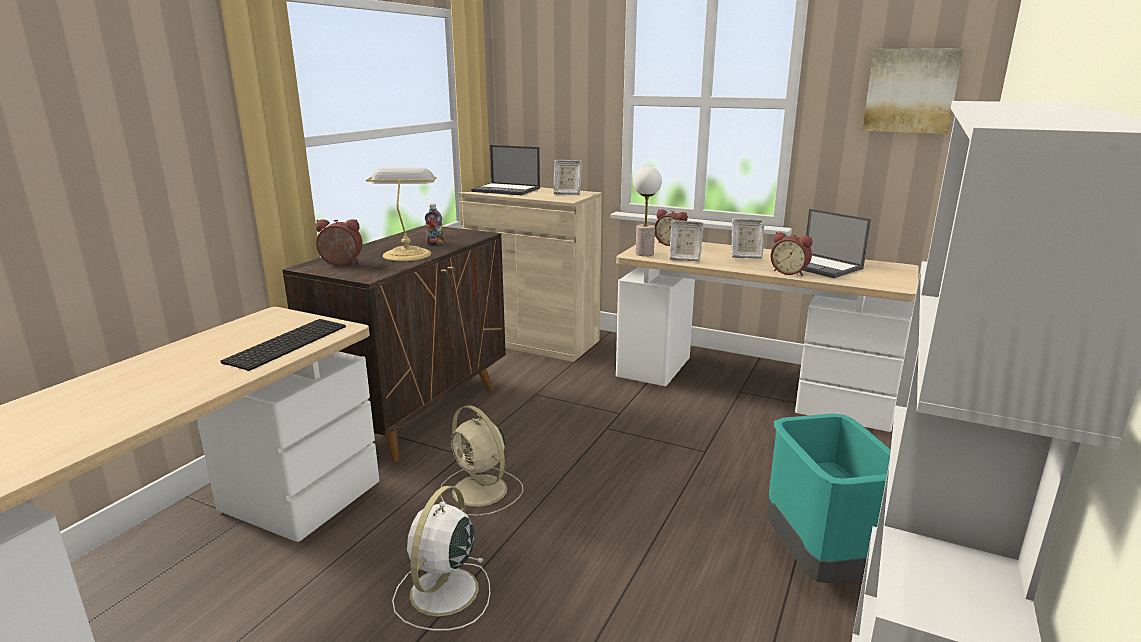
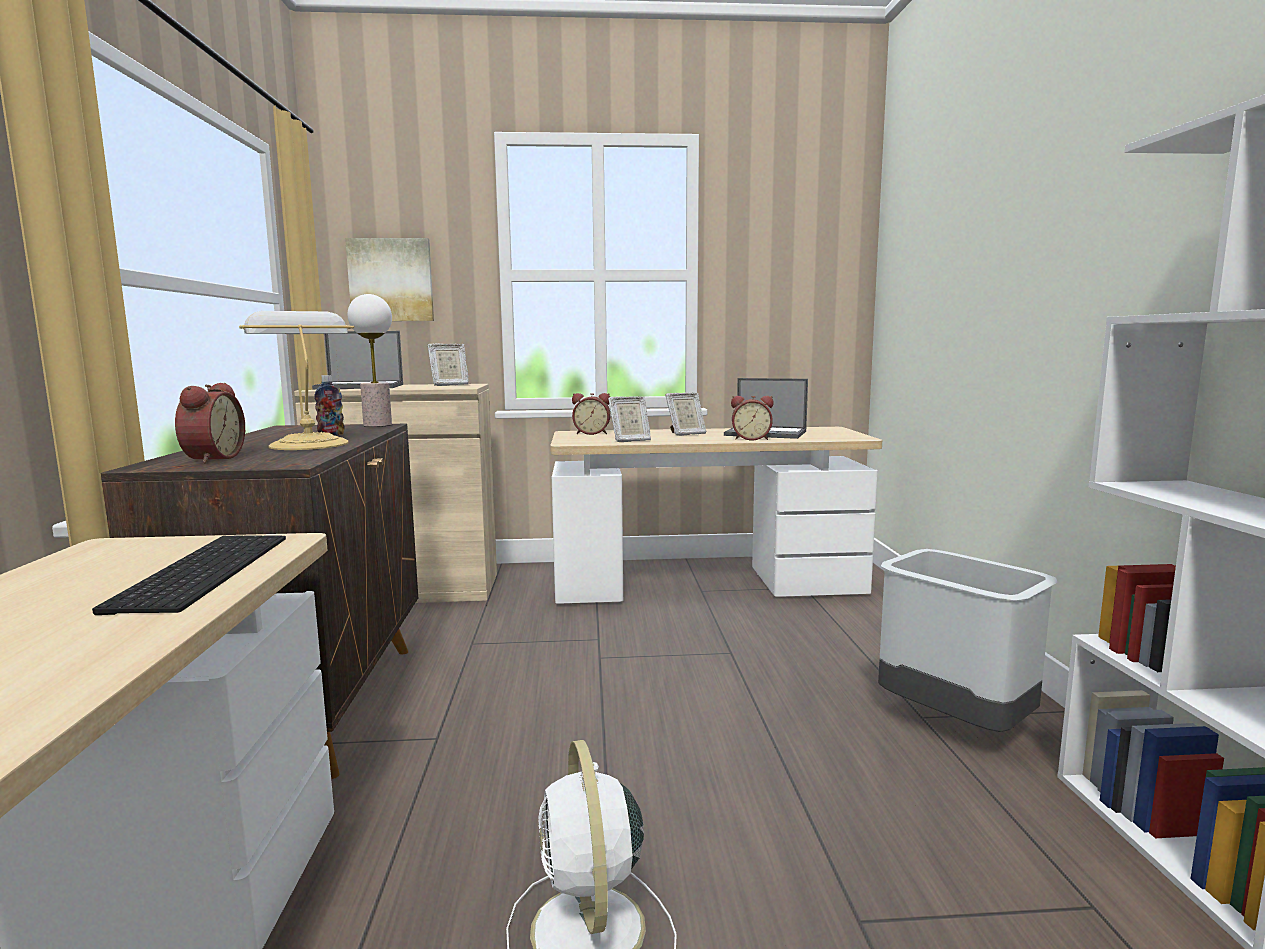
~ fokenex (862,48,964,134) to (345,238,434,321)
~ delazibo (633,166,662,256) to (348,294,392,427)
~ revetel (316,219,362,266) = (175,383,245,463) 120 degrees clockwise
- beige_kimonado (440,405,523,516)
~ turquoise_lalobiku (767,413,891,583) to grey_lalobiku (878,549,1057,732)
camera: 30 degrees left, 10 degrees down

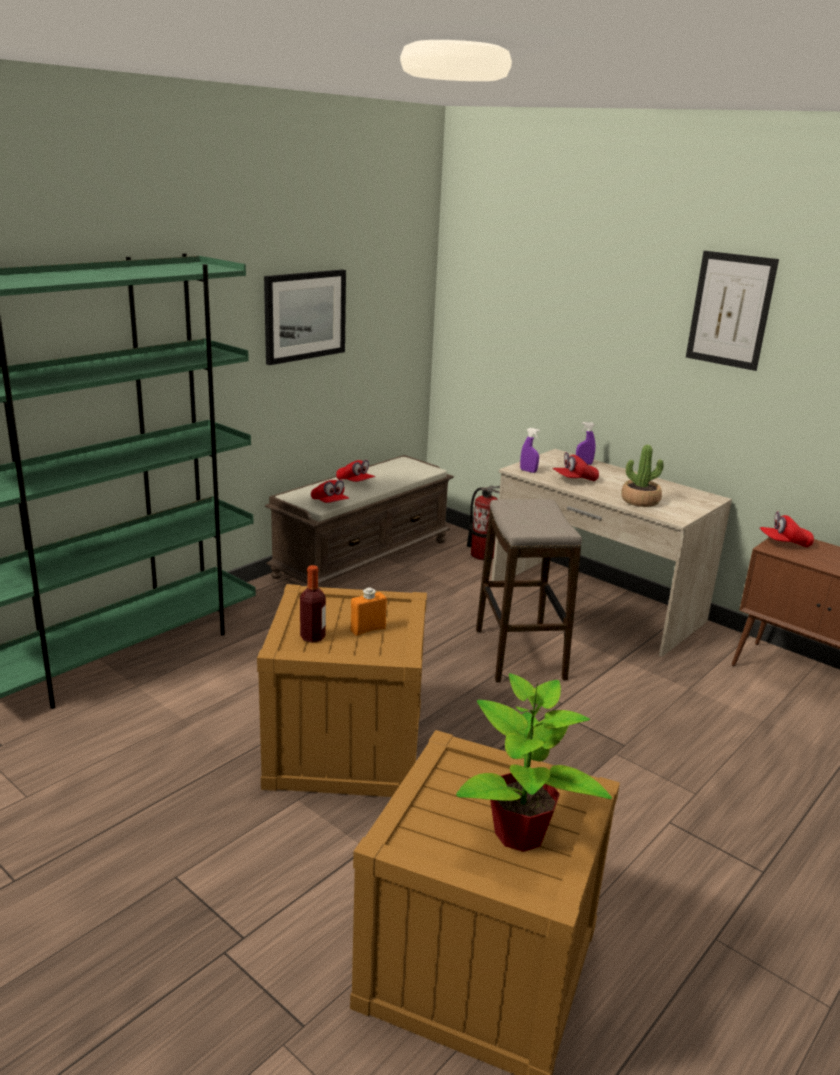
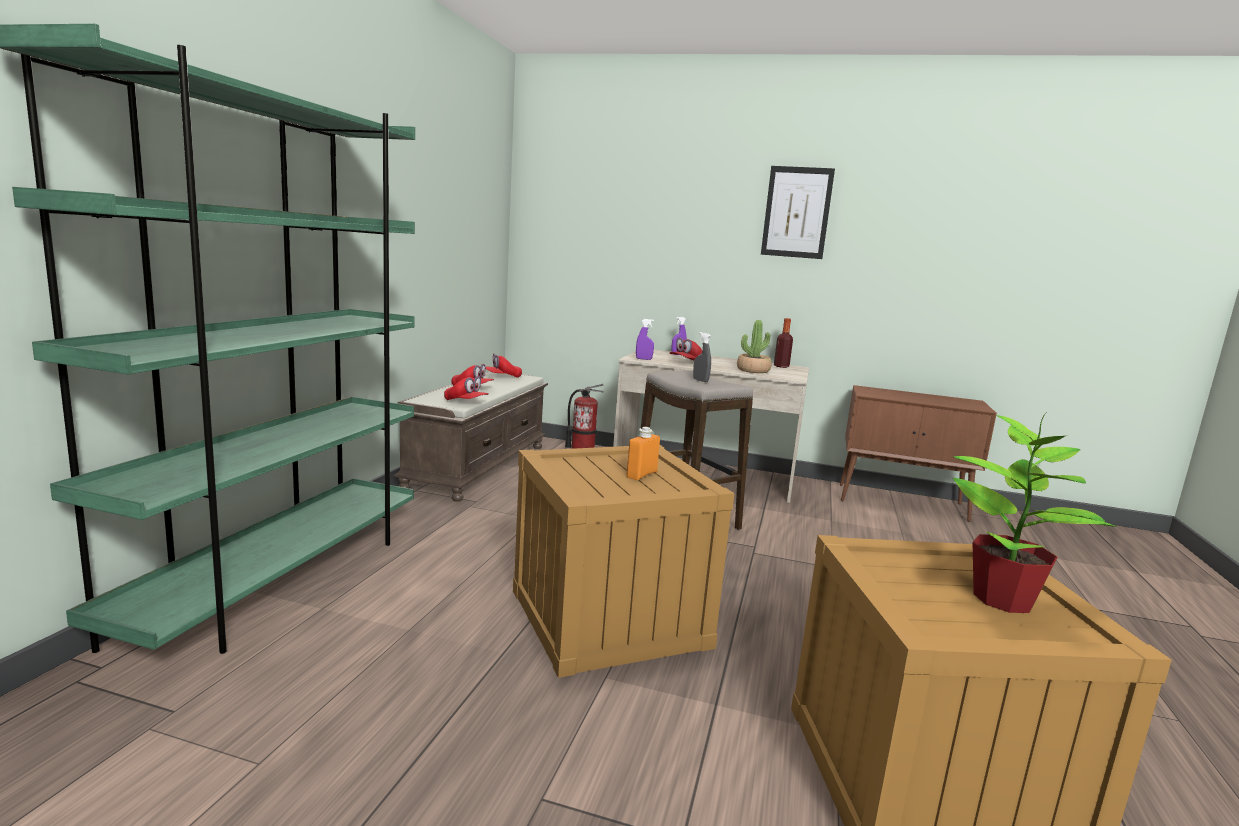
- fokenex (264,270,346,365)
~ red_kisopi (760,512,814,547) to (485,354,522,378)
~ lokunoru (300,565,326,643) to (774,318,793,368)
+ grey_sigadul (693,332,711,382)
camera: 25 degrees left, 10 degrees down

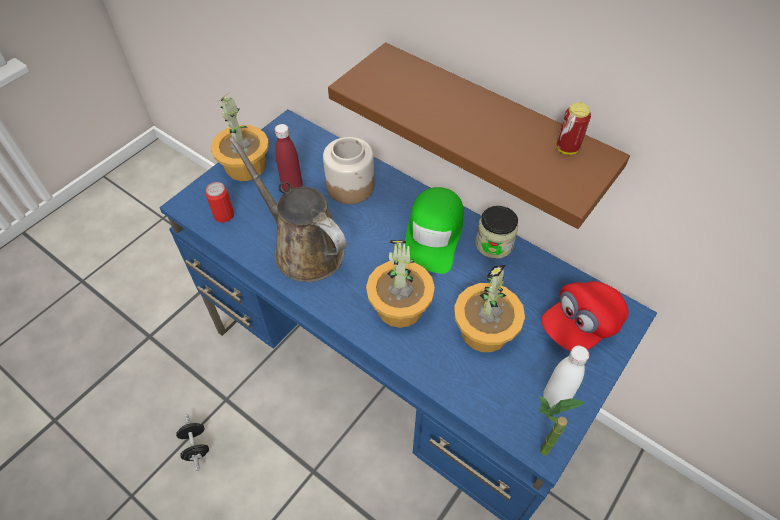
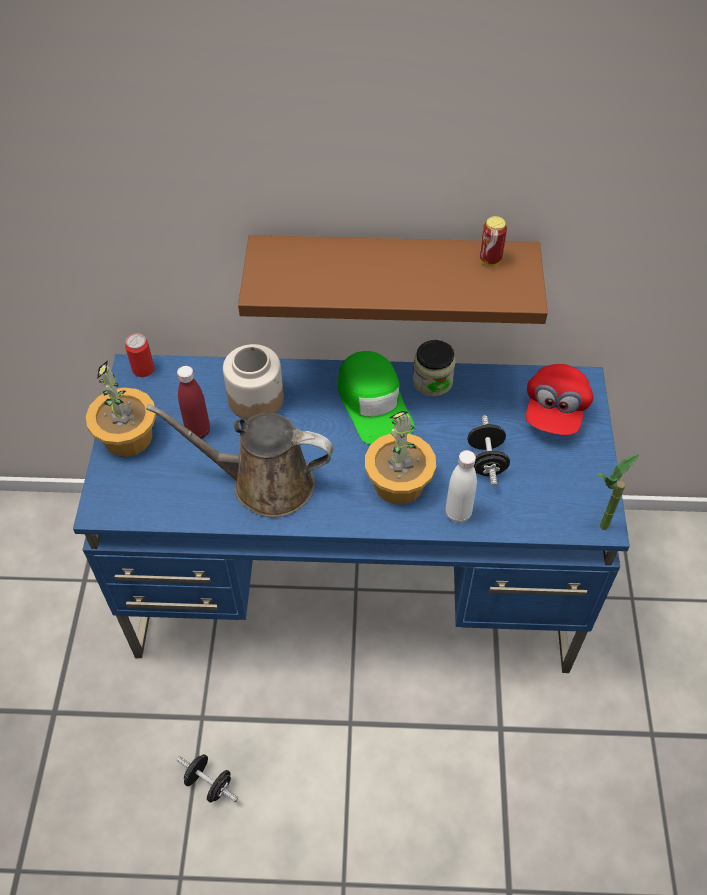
~ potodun (206,182,234,223) to (125,333,155,377)
~ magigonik (454,265,525,352) to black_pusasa (468,416,510,486)
~ white_lokunoru (543,346,589,408) to (446,450,477,523)
camera: 35 degrees left, 0 degrees up

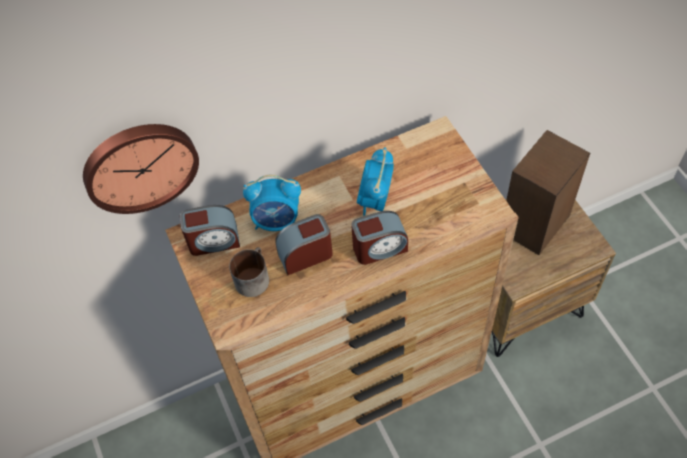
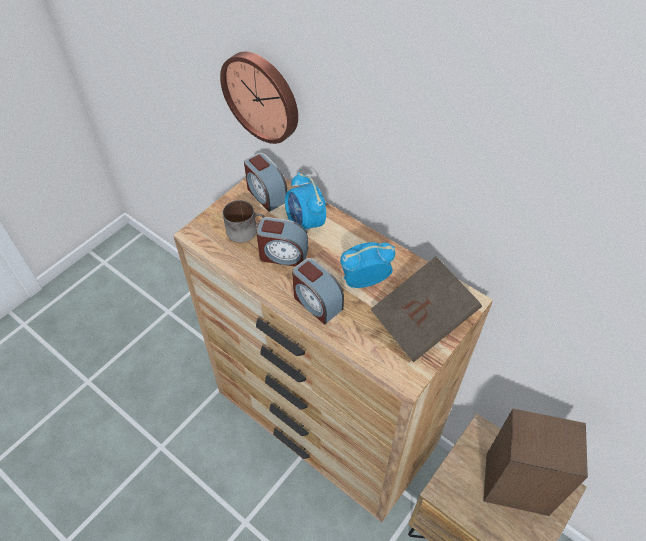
~ revetel (275,214,333,275) = (256,217,308,266) 150 degrees clockwise
+ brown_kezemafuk (370,256,482,362)
camera: 60 degrees right, 5 degrees down

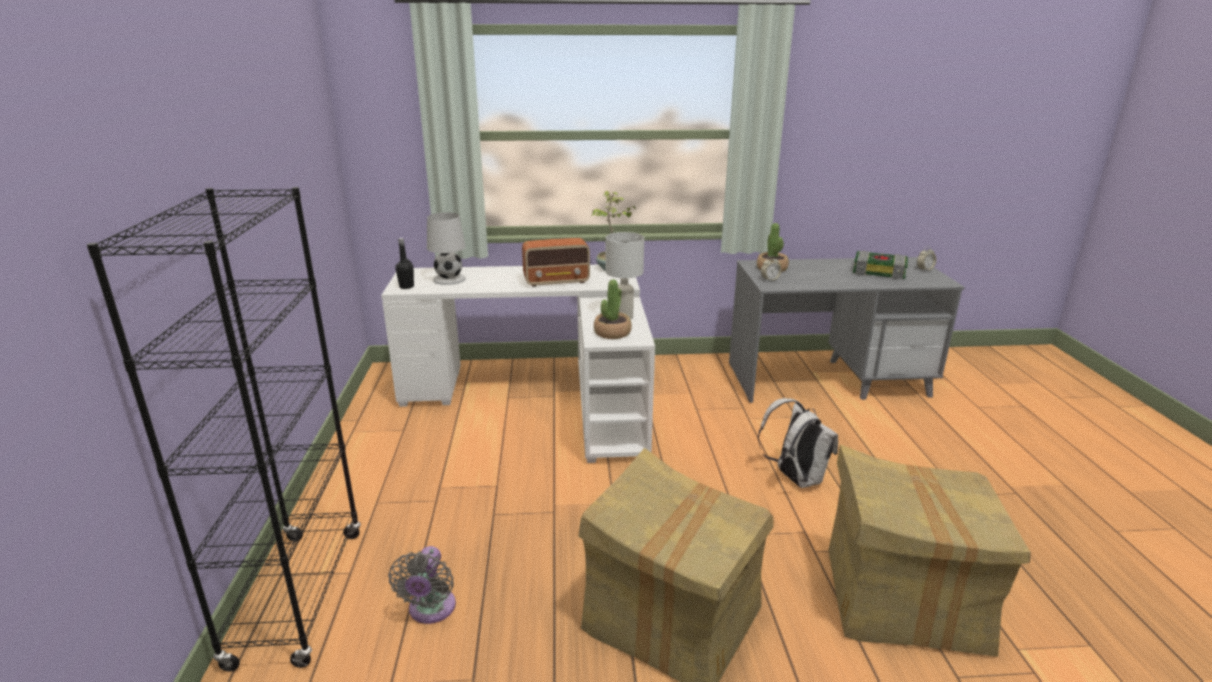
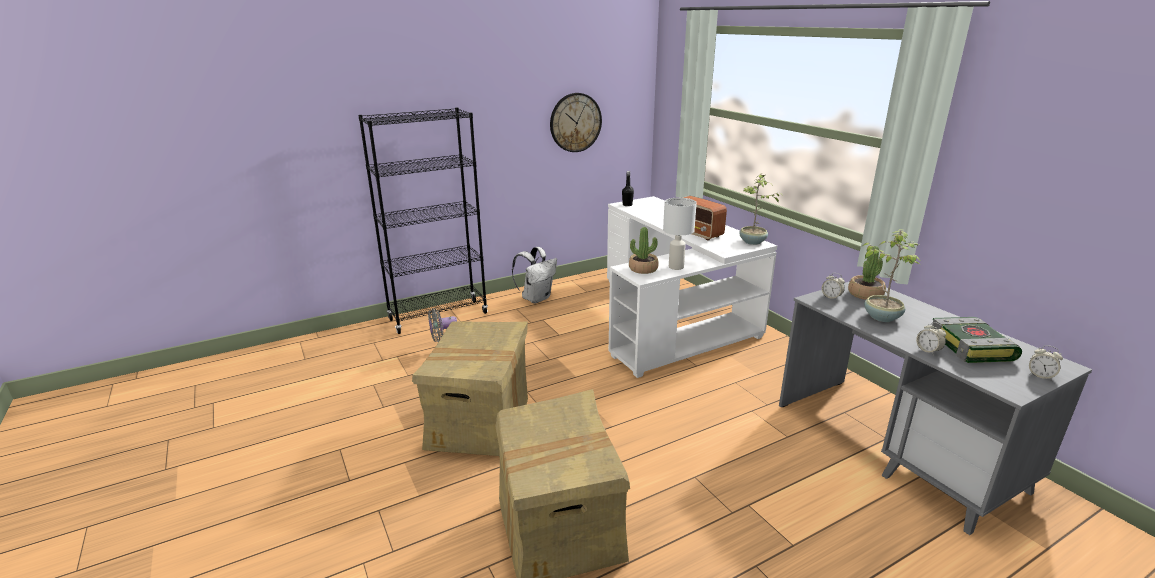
- white_delazibo (427,212,466,285)
~ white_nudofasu (758,398,838,488) to (512,247,557,304)
+ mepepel (550,93,602,152)
+ magigonik (863,229,920,322)
+ revetel (916,322,946,355)
camera: 65 degrees right, 0 degrees up

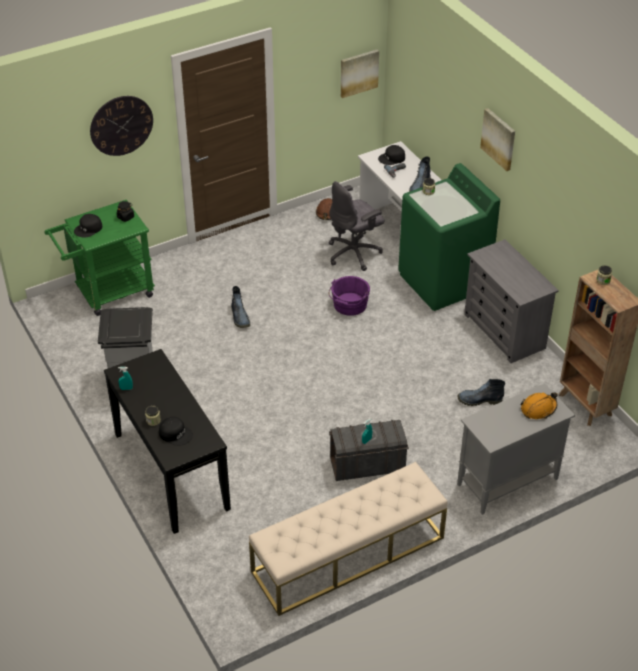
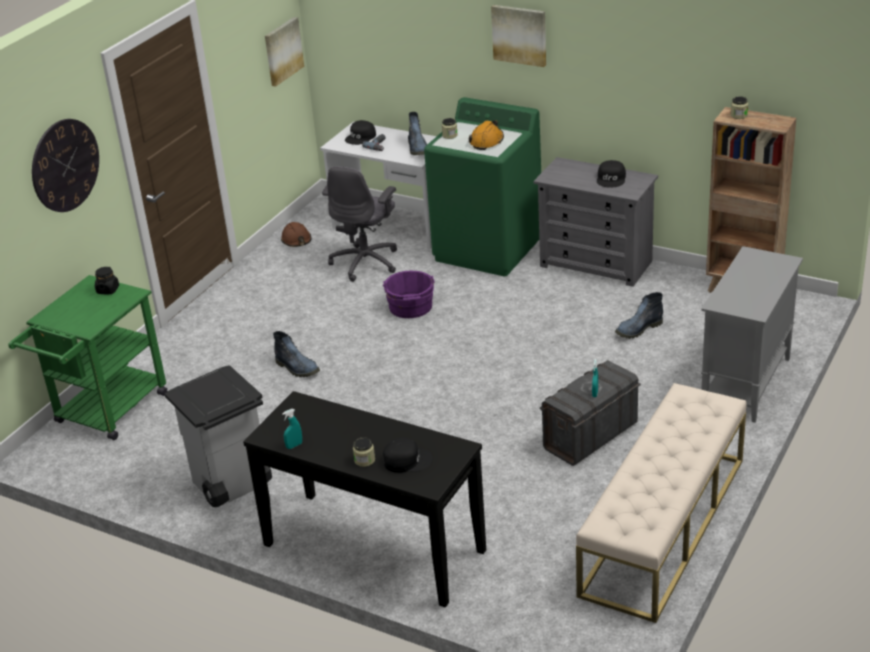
~ black_kisopi (74,214,102,237) to (597,160,626,188)
~ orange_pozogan (520,392,558,419) to (469,120,504,150)
camera: 30 degrees left, 10 degrees down

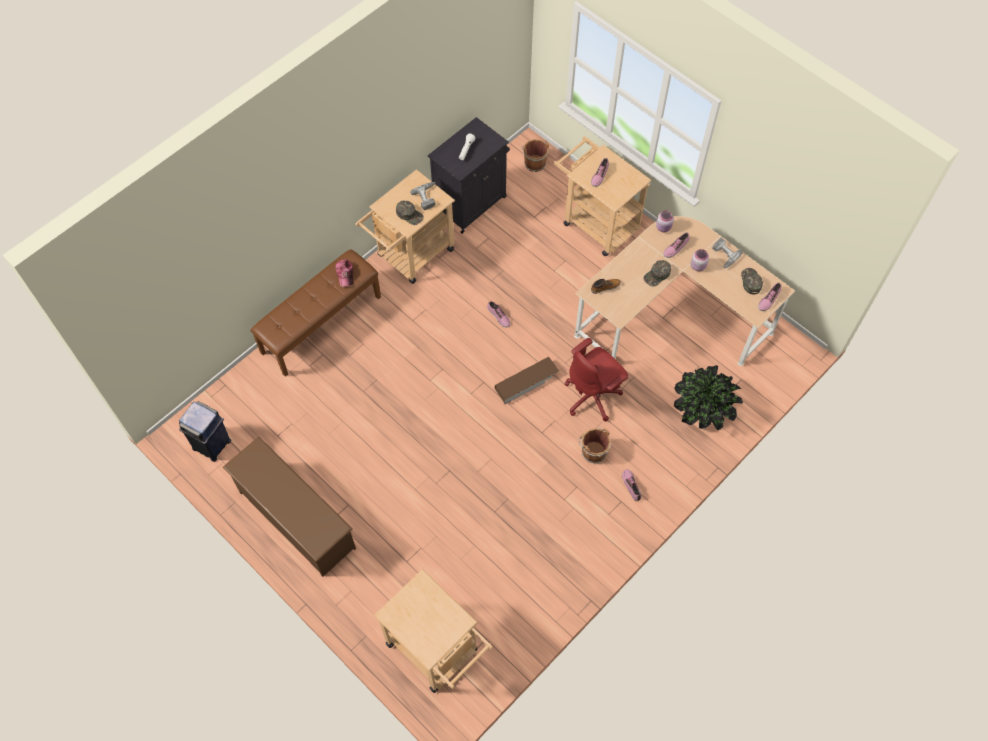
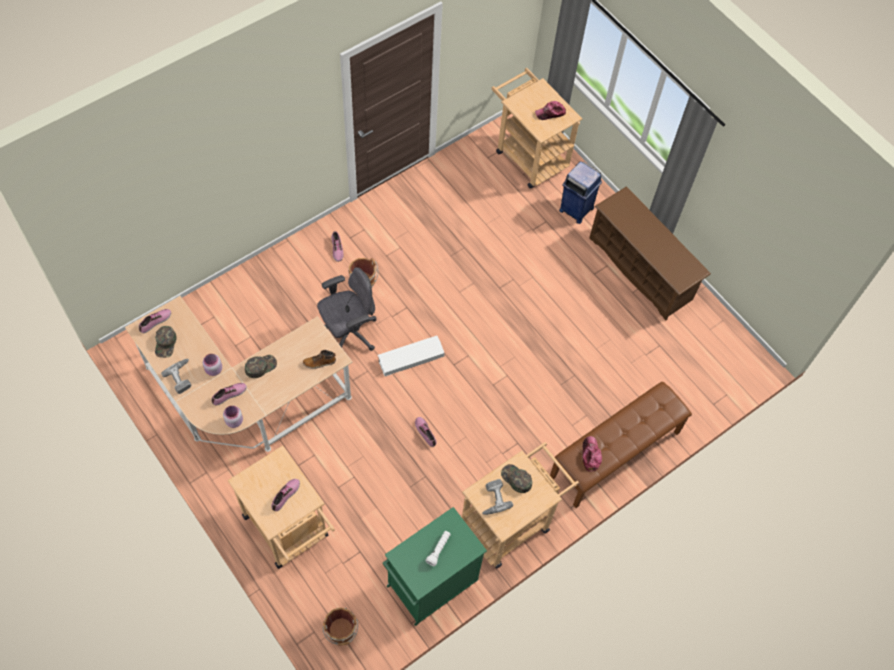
~ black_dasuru (428,117,510,234) to green_dasuru (383,507,487,626)
~ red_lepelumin (564,338,628,421) to grey_lepelumin (317,267,377,351)
~ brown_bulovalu (495,357,559,404) to white_bulovalu (378,335,445,376)
- magigonik (674,365,743,430)
~ blue_lalobiku (179,401,231,462) to (559,161,602,224)
+ kisopi (535,101,566,120)
camera: 175 degrees left, 0 degrees up

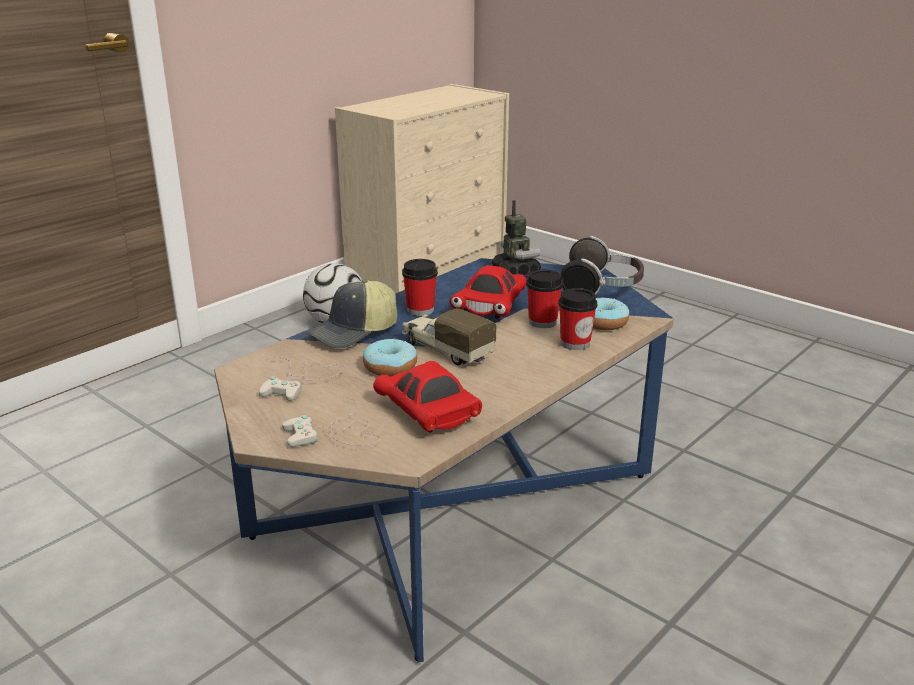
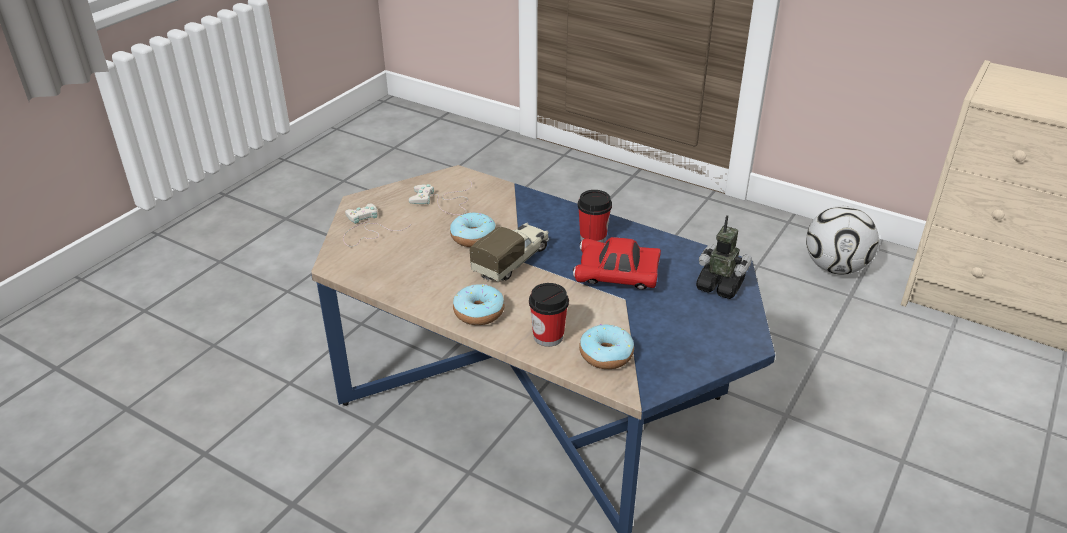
~ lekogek (492,200,541,277) = (696,215,752,299) 120 degrees counterclockwise
- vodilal (561,236,644,295)
- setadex (526,269,563,328)
- kisopi (306,280,397,348)
- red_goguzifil (373,361,482,432)
+ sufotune (453,284,505,325)
camera: 80 degrees right, 10 degrees up

